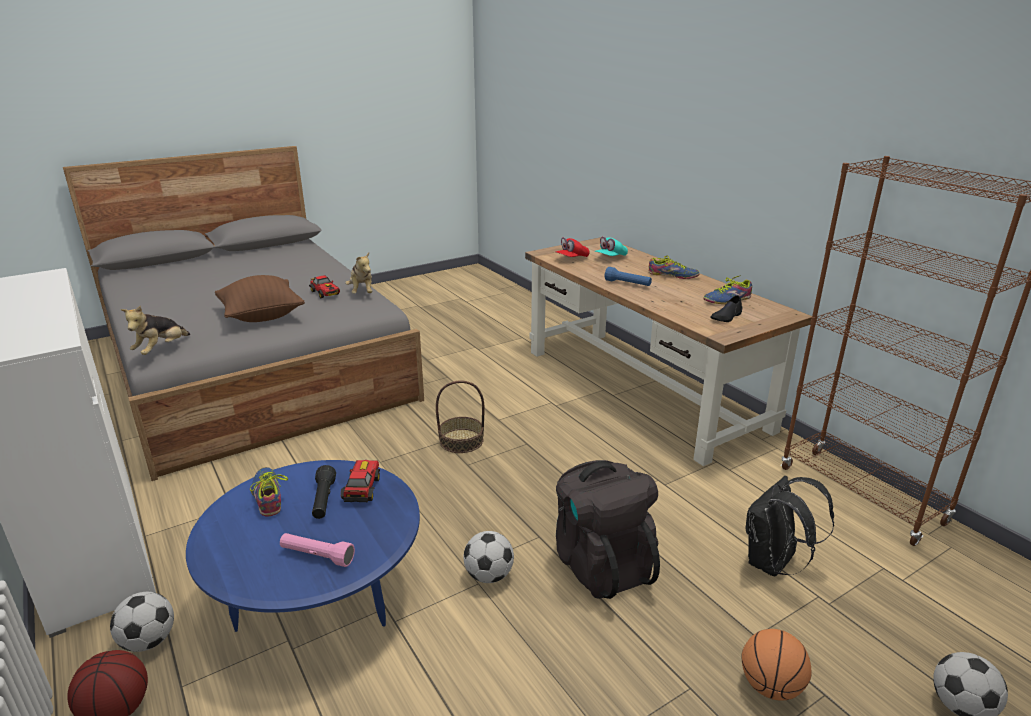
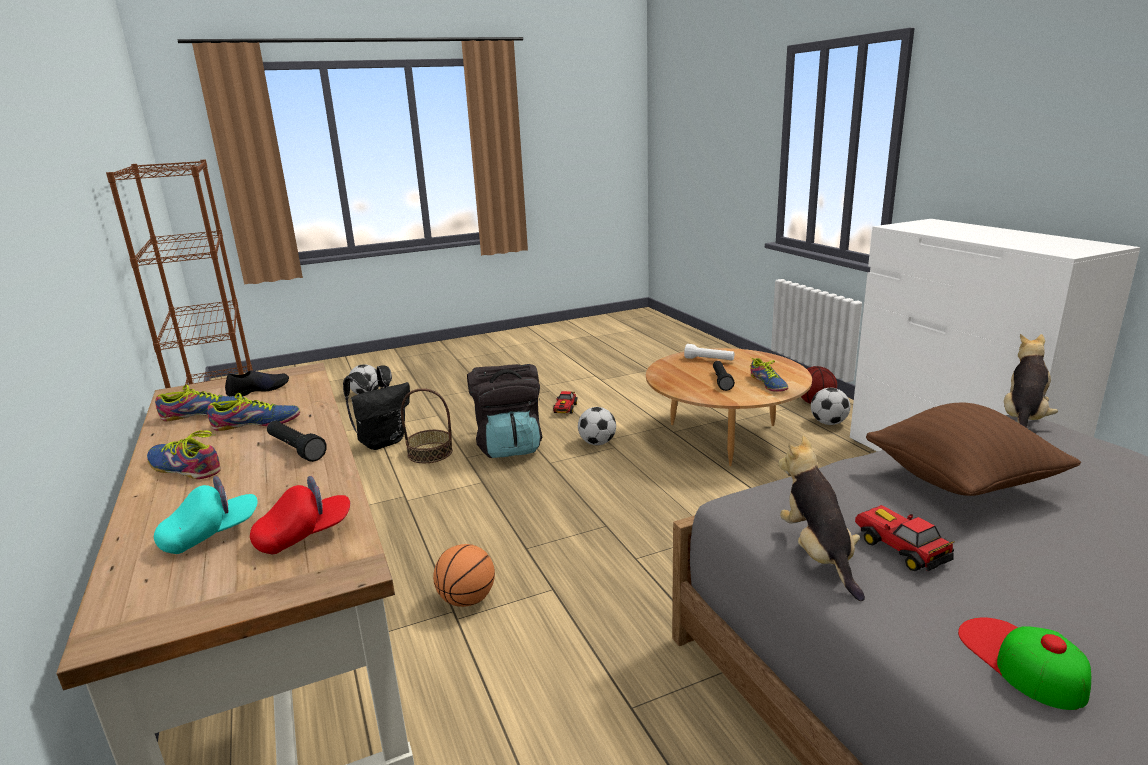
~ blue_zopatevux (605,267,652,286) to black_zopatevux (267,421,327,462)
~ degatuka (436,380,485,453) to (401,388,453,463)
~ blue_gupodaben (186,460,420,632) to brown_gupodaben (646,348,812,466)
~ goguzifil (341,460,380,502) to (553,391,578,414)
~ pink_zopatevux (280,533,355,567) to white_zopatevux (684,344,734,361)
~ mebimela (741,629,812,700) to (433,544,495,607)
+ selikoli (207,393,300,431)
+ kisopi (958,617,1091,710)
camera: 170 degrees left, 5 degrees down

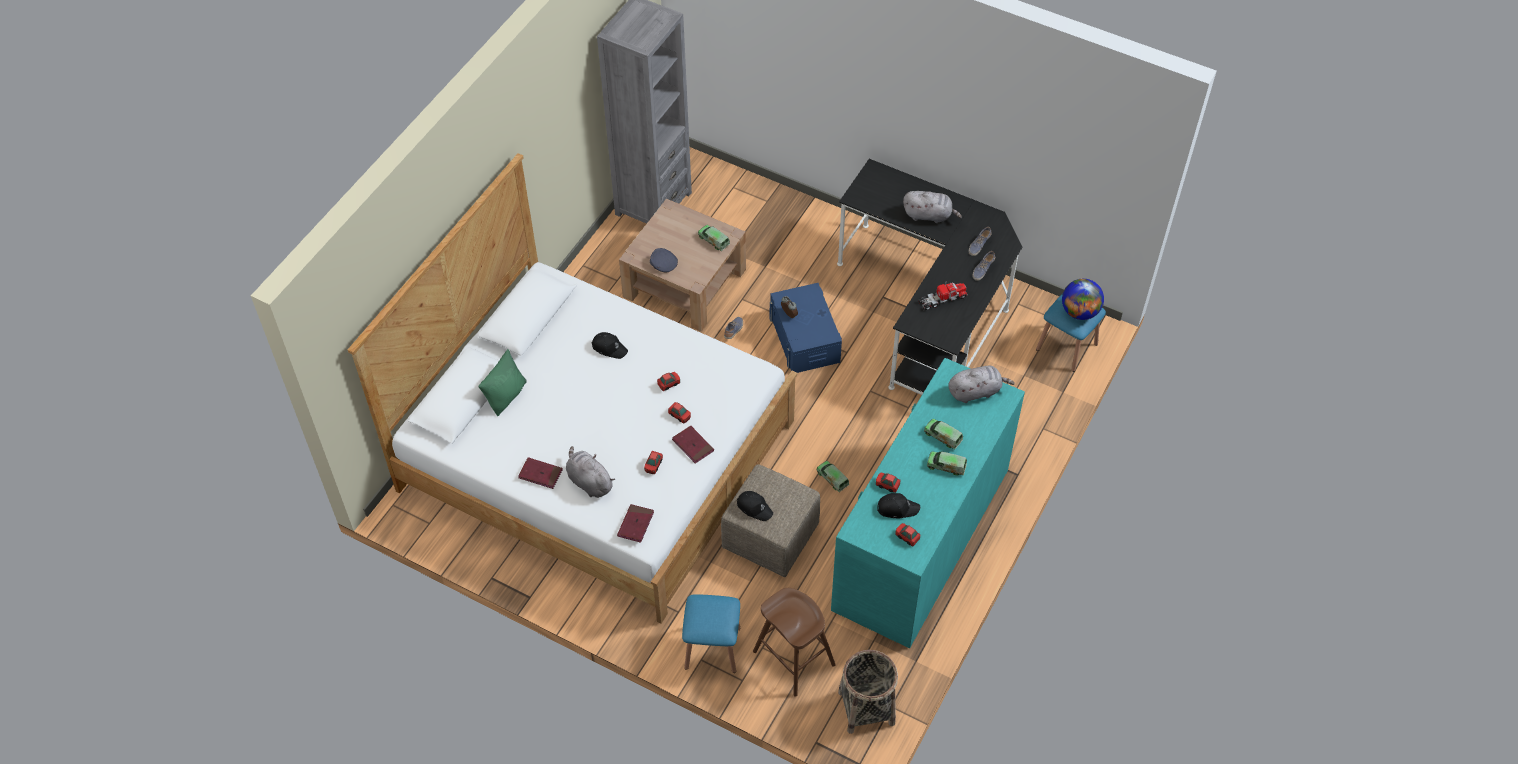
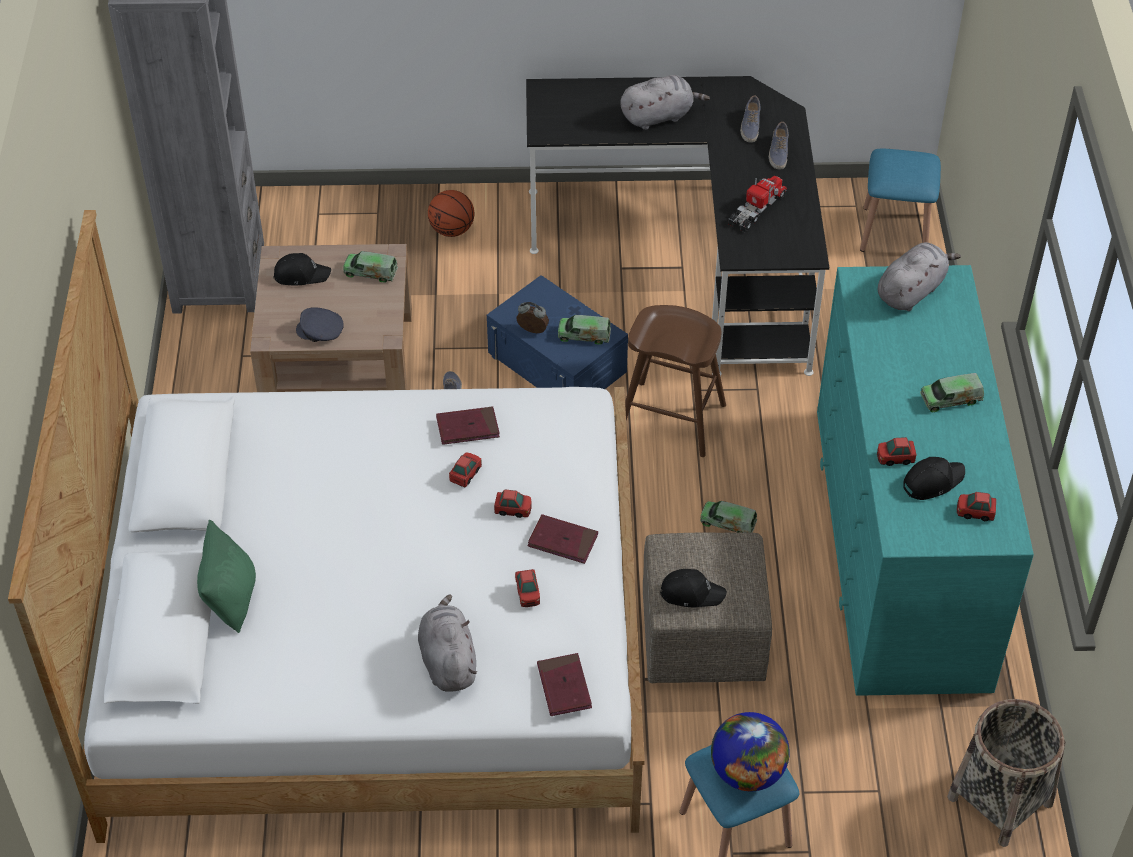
~ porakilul (1062,279,1104,320) to (711,712,790,791)
~ black_kisopi (592,332,628,359) to (274,253,331,285)
~ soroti (924,419,963,450) to (558,315,611,344)
~ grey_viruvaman (566,446,615,498) = (418,594,477,692) 60 degrees clockwise
~ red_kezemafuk (518,457,563,489) to (436,406,500,445)
~ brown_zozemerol (753,588,836,697) to (625,305,726,457)
+ mebimela (428,190,474,237)
camera: 30 degrees left, 5 degrees down

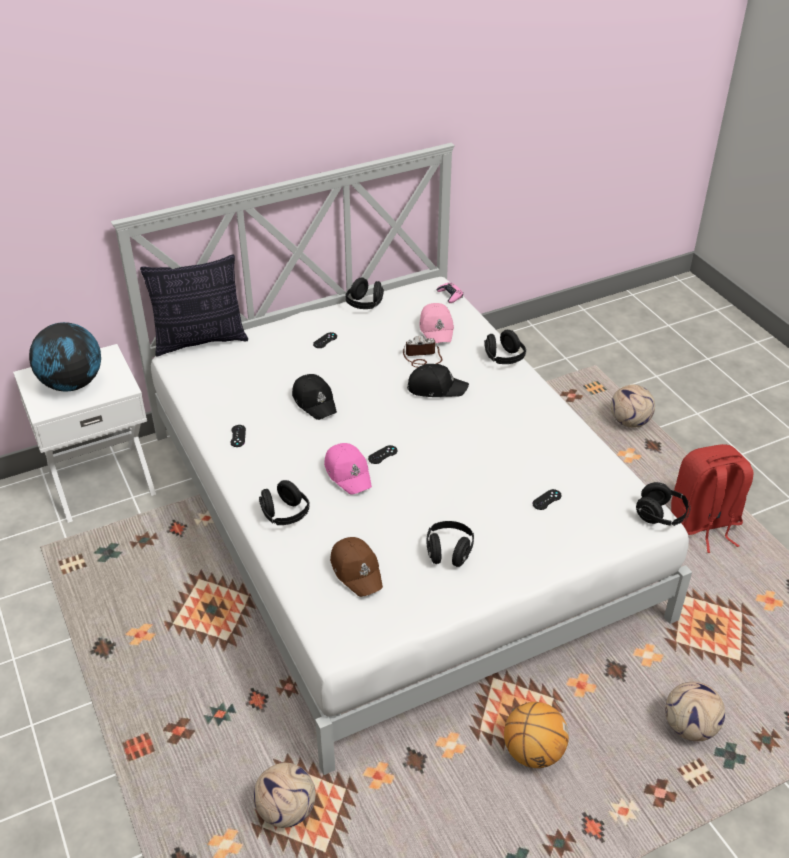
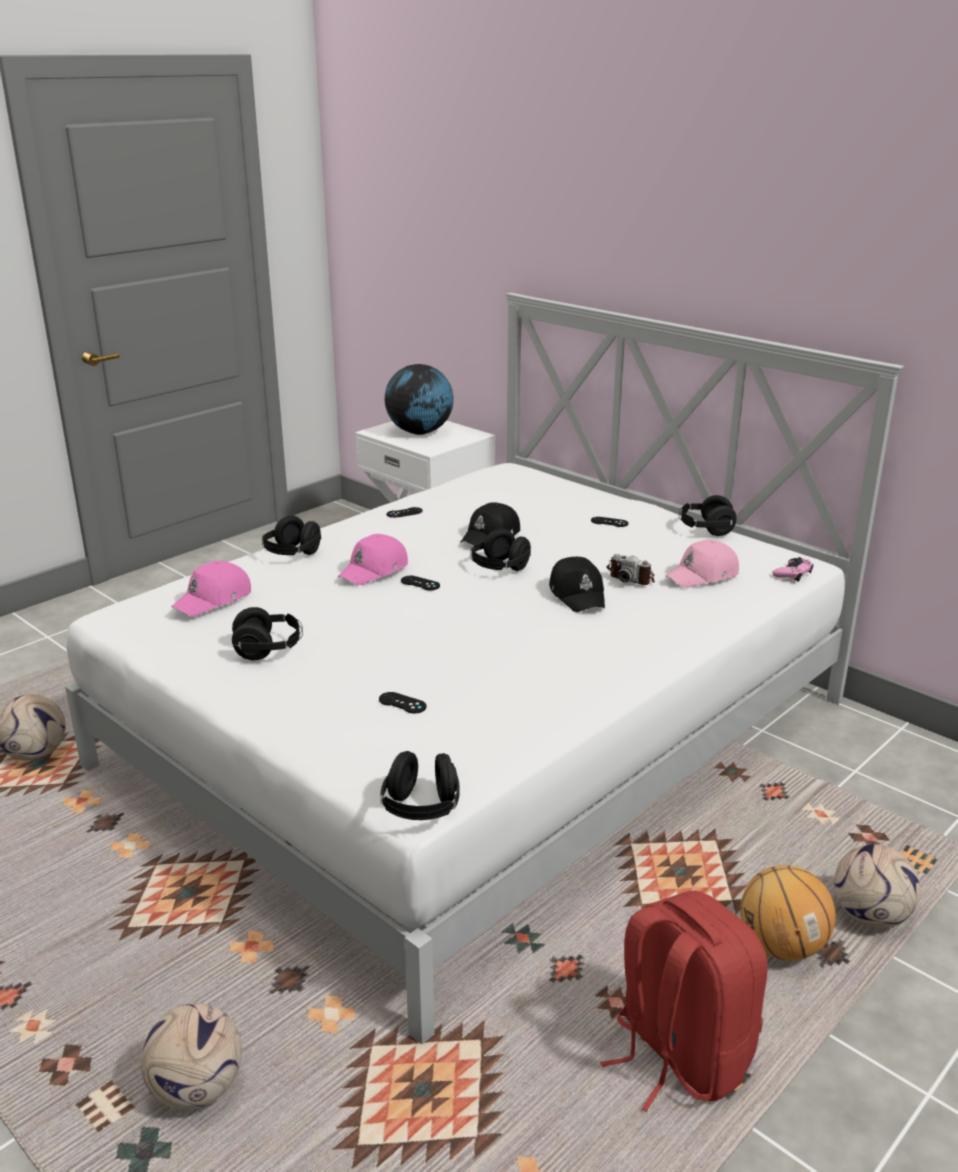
- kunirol (140,254,248,356)
~ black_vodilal (484,330,526,364) to (470,529,531,571)
~ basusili (403,336,443,367) = (606,554,655,585) 150 degrees clockwise
~ brown_kisopi (330,537,383,597) to pink_kisopi (171,561,251,616)
~ mebimela (504,702,569,768) to (740,865,836,961)
camera: 70 degrees right, 15 degrees down

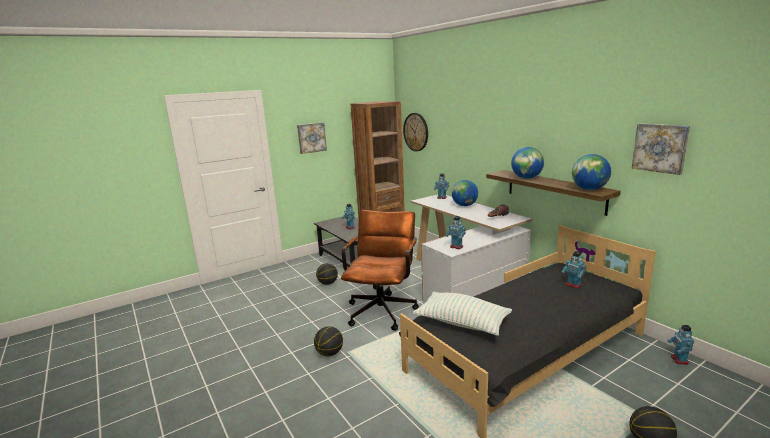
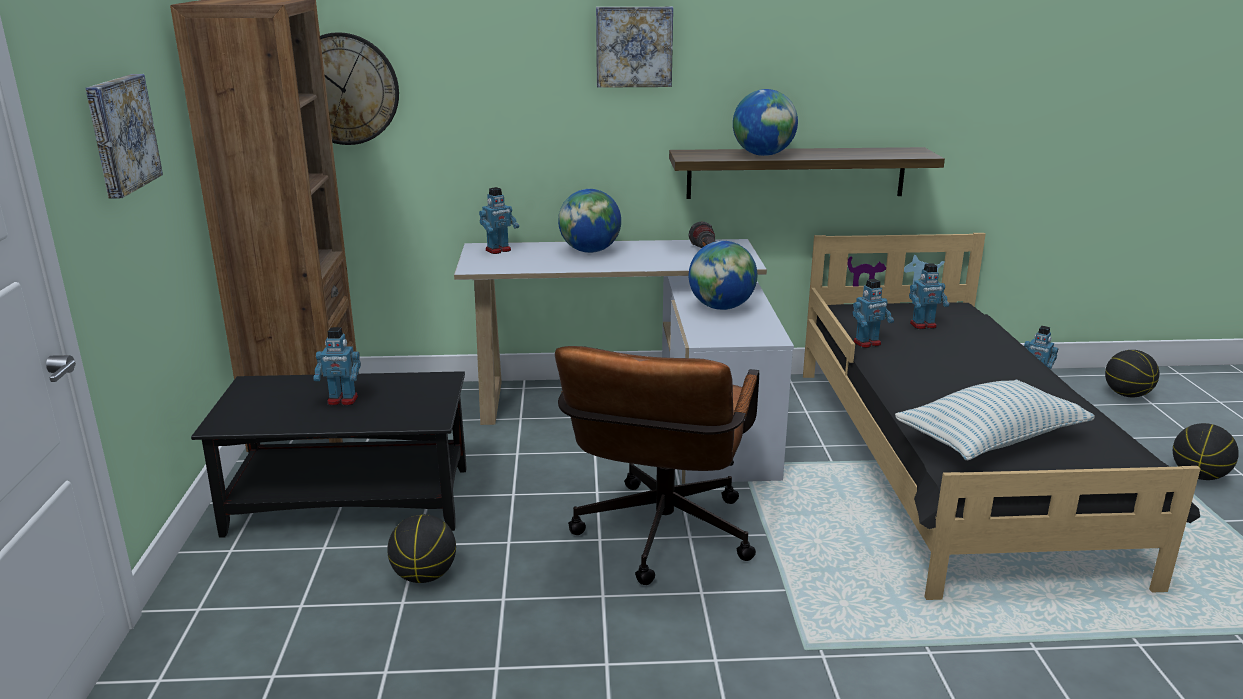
~ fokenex (632,123,690,175) to (596,7,673,88)
~ porakilul (572,154,611,190) to (689,241,757,310)
~ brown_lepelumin (341,210,419,331) = (555,346,759,585) 120 degrees counterclockwise
~ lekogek (446,216,466,249) to (852,279,894,348)
~ mebimela (314,326,343,356) to (1105,350,1159,397)
camera: 60 degrees left, 5 degrees up

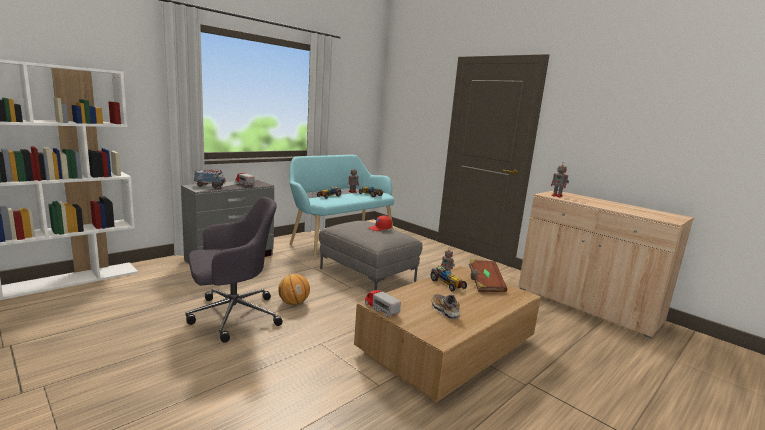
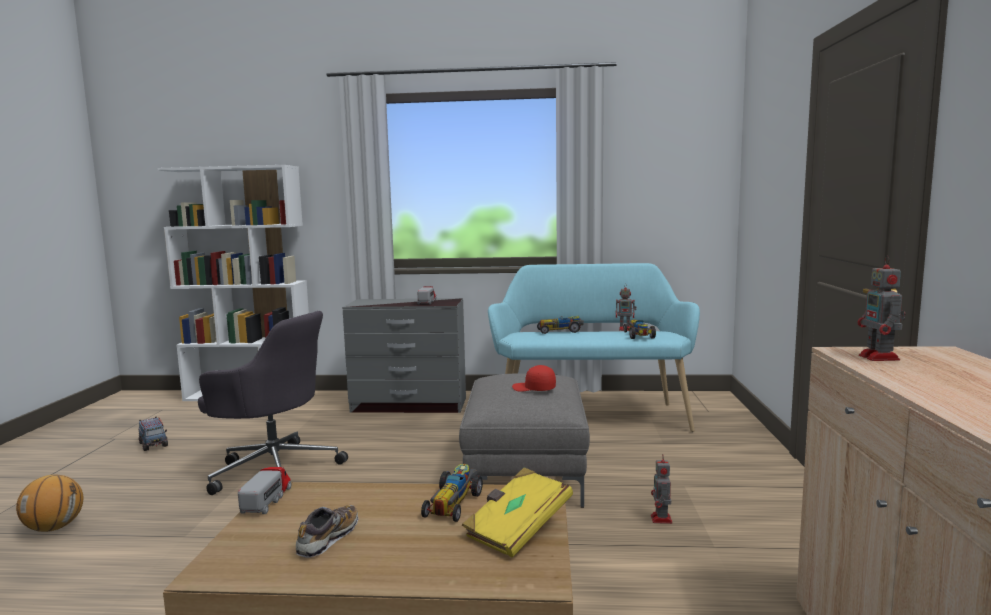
~ soroti (194,169,226,188) to (139,417,168,451)
~ brown_kezemafuk (469,259,507,292) to yellow_kezemafuk (462,467,573,558)
~ mebimela (278,274,310,305) to (16,475,83,532)
camera: 50 degrees right, 5 degrees down

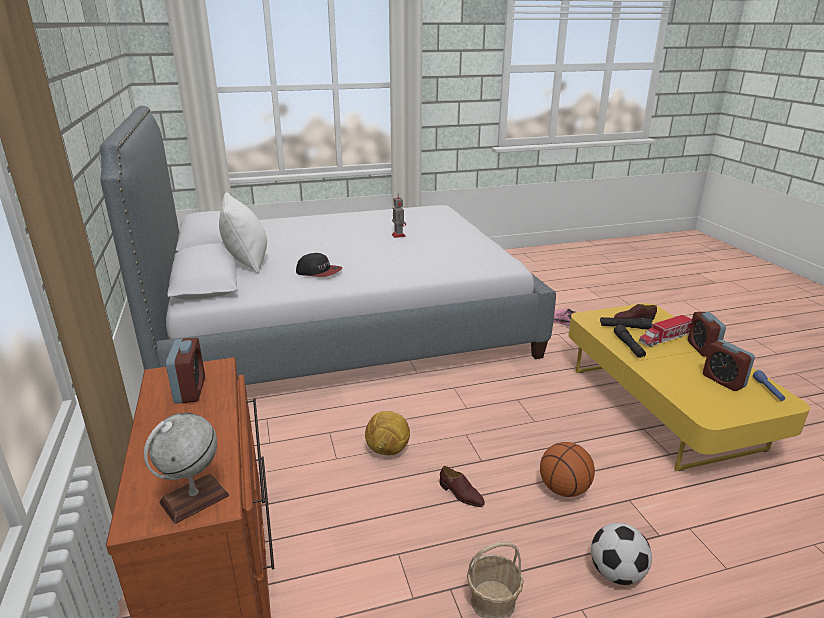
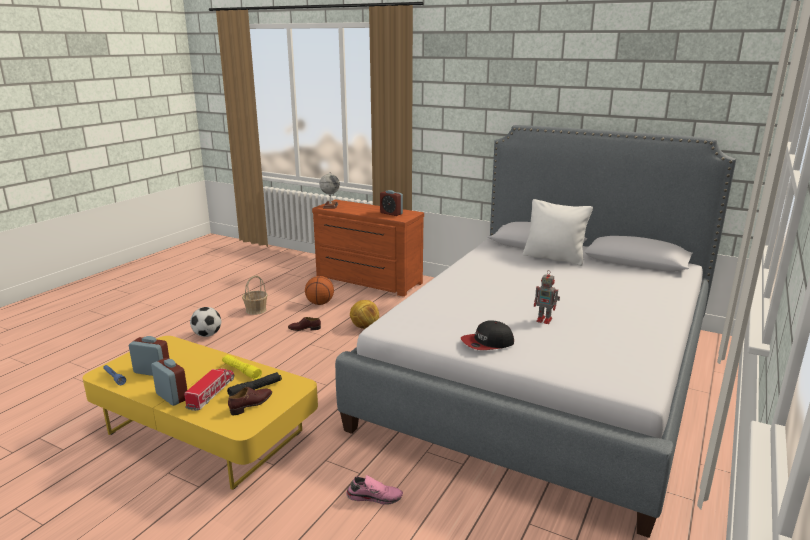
~ kisopi (296,253,342,277) to (461,320,514,350)
~ black_zopatevux (614,325,646,358) to yellow_zopatevux (222,355,262,380)
~ mebimela (540,442,595,497) to (305,276,334,305)
camera: 135 degrees right, 5 degrees down

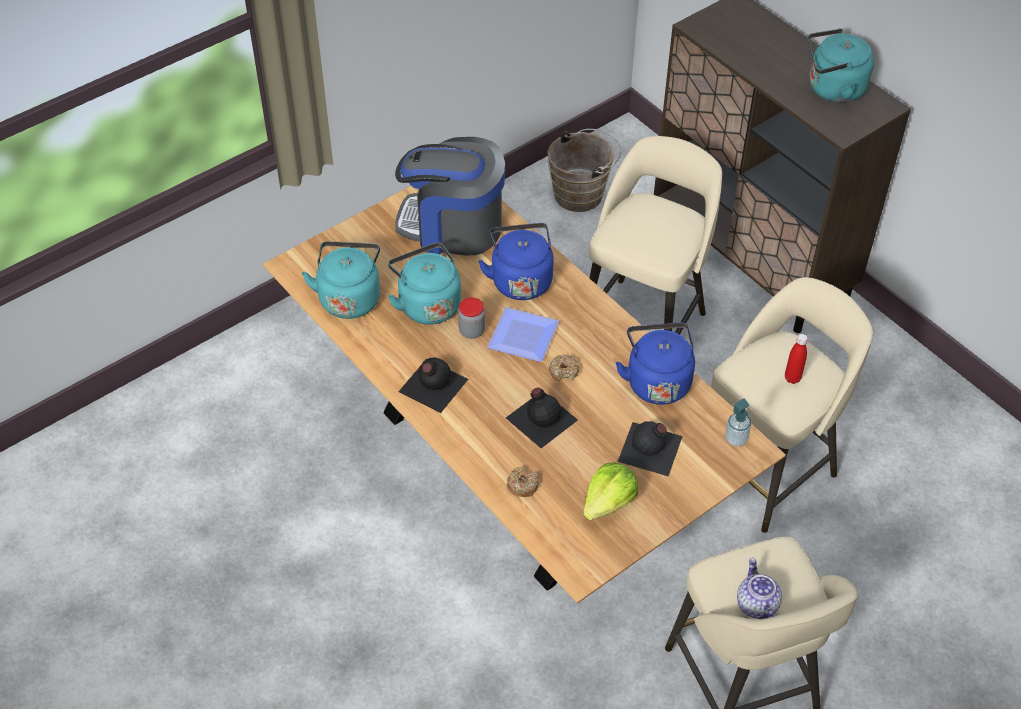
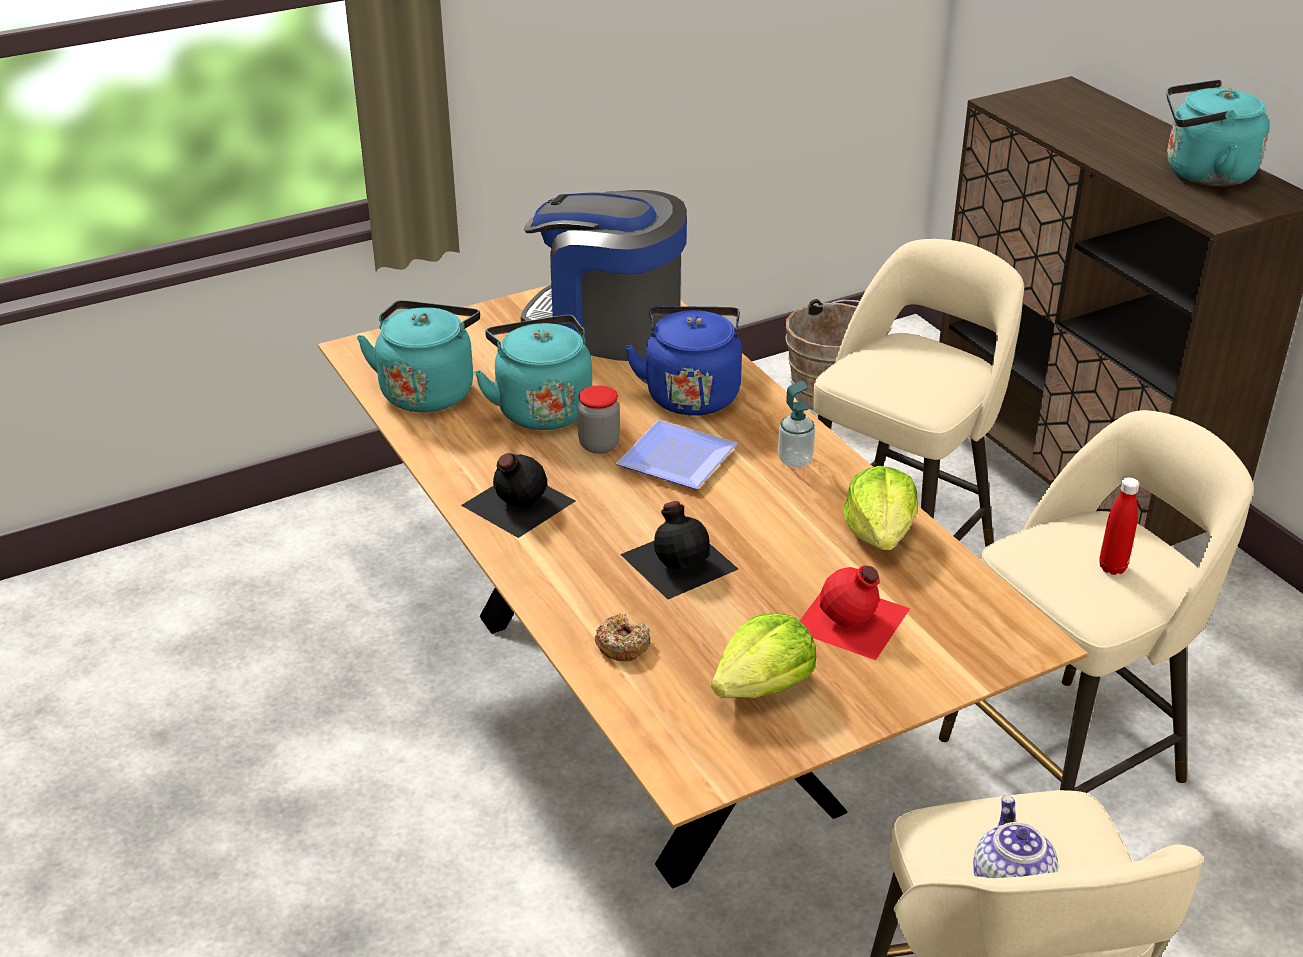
~ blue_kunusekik (616,323,695,405) to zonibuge (843,466,918,550)
- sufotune (549,354,579,381)
~ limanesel (725,398,751,446) to (778,381,815,468)
~ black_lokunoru (618,421,683,476) to red_lokunoru (800,565,910,660)
camera: 10 degrees right, 15 degrees down

